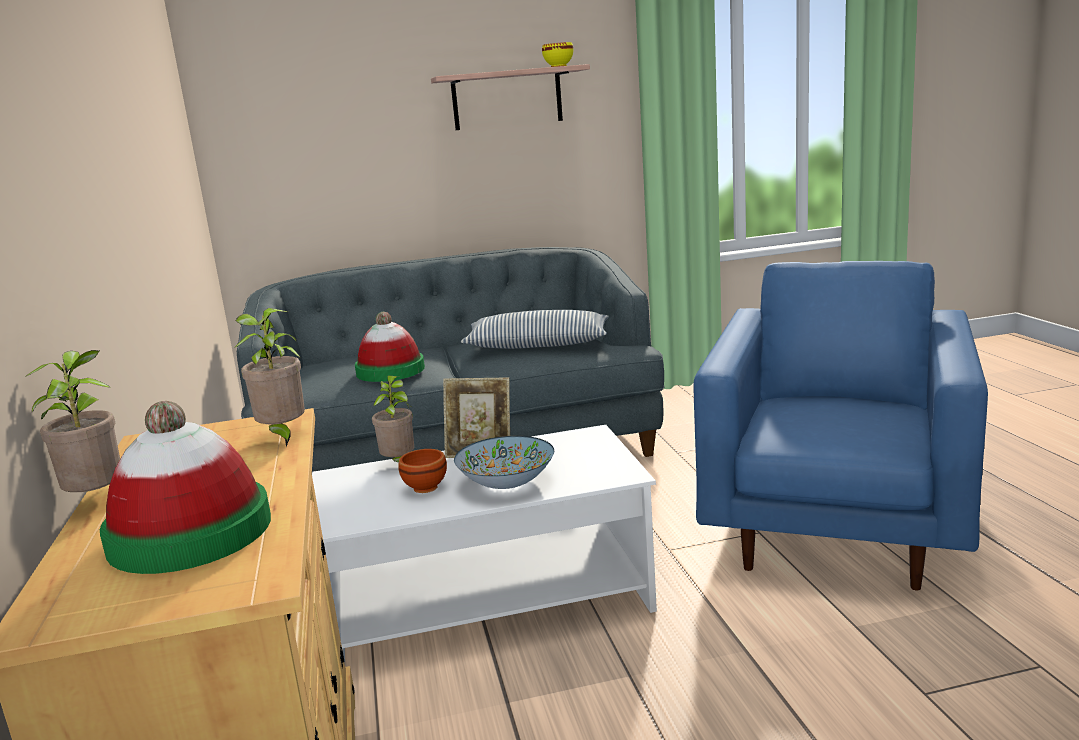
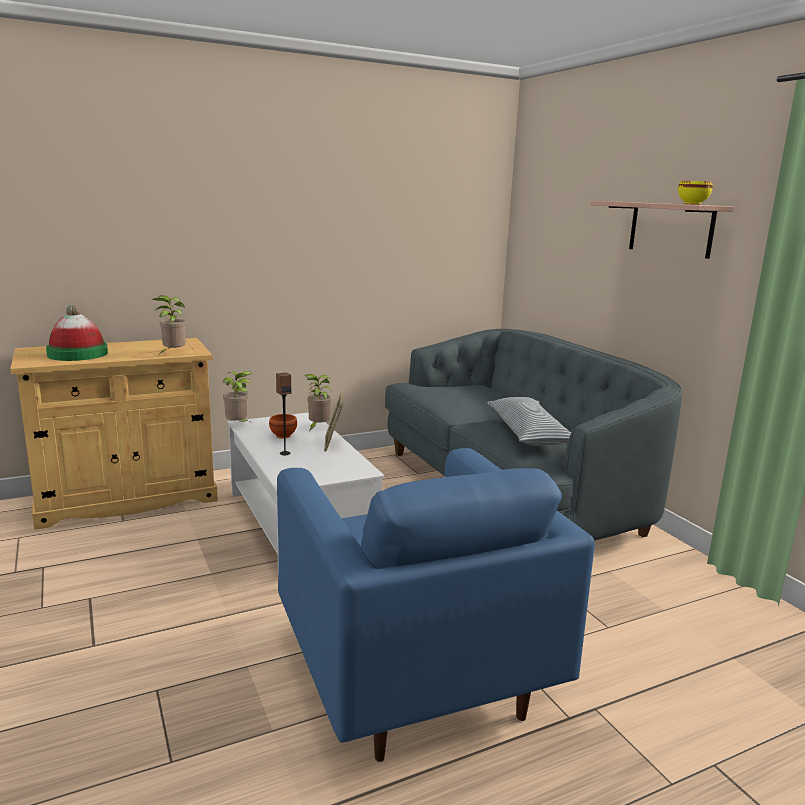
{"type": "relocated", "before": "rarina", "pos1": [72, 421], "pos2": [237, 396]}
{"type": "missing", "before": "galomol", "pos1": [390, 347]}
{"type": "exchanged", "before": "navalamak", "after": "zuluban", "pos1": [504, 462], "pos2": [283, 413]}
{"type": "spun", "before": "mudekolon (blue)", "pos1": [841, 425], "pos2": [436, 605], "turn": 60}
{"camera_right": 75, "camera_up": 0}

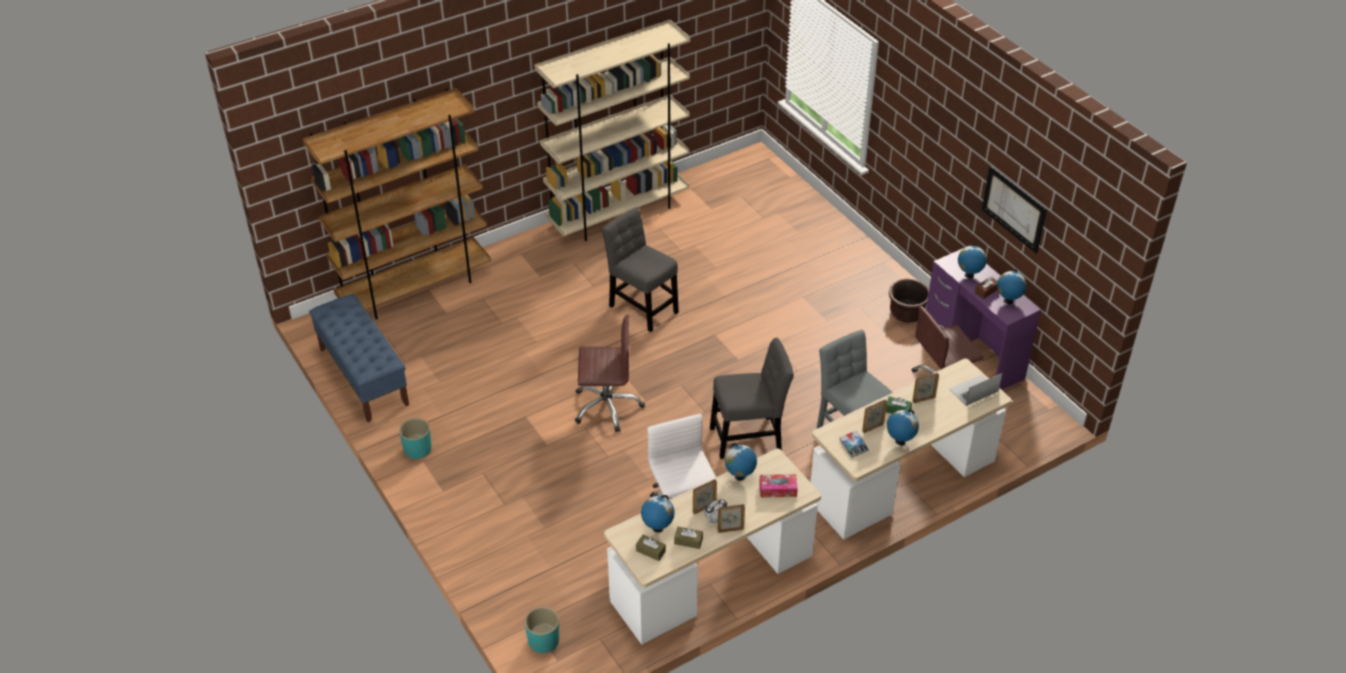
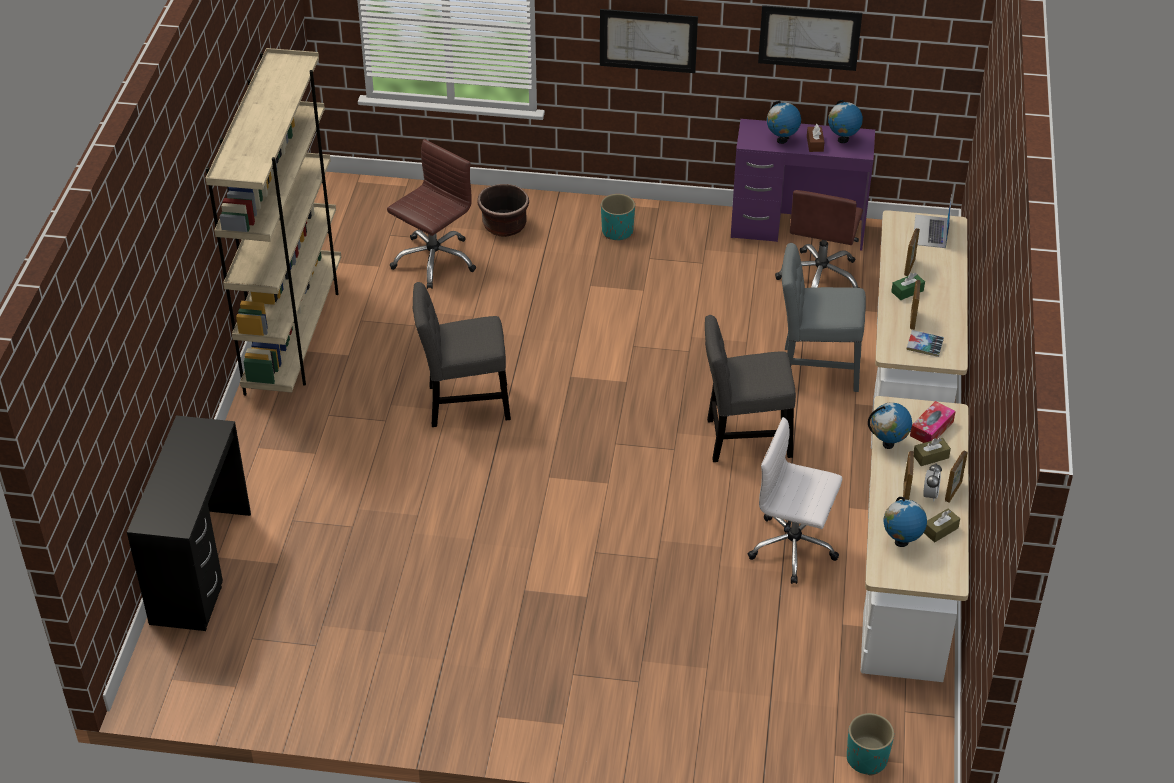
{"type": "exchanged", "before": "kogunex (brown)", "after": "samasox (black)", "pos1": [396, 204], "pos2": [189, 523]}
{"type": "missing", "before": "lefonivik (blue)", "pos1": [359, 358]}
{"type": "relocated", "before": "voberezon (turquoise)", "pos1": [415, 439], "pos2": [618, 217]}
{"type": "relocated", "before": "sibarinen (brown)", "pos1": [610, 373], "pos2": [431, 214]}
{"type": "relocated", "before": "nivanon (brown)", "pos1": [651, 548], "pos2": [932, 452]}
{"type": "spun", "before": "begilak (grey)", "pos1": [752, 398], "pos2": [750, 388], "turn": -120}
{"type": "missing", "before": "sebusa", "pos1": [903, 427]}
{"type": "relocated", "before": "voberezon (brown)", "pos1": [909, 301], "pos2": [503, 210]}
{"type": "appeared", "after": "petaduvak", "pos2": [649, 41]}
{"camera_right": -50, "camera_up": 0}

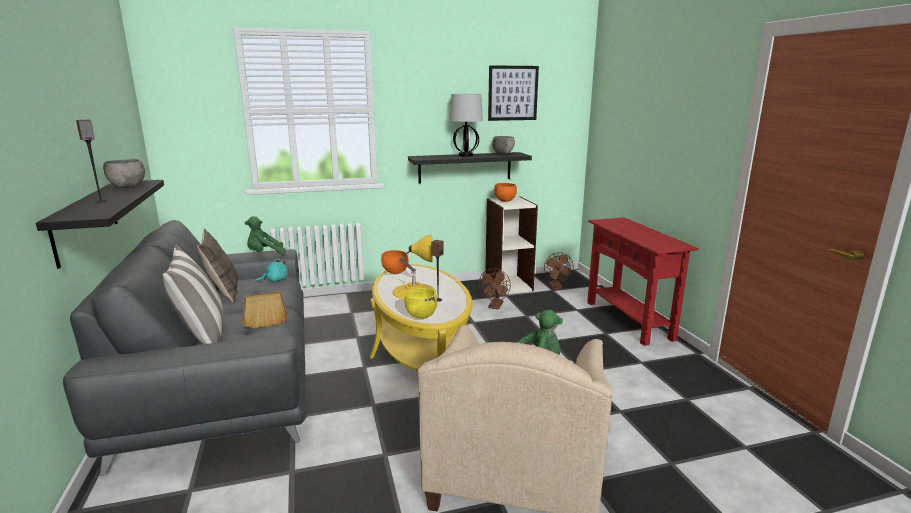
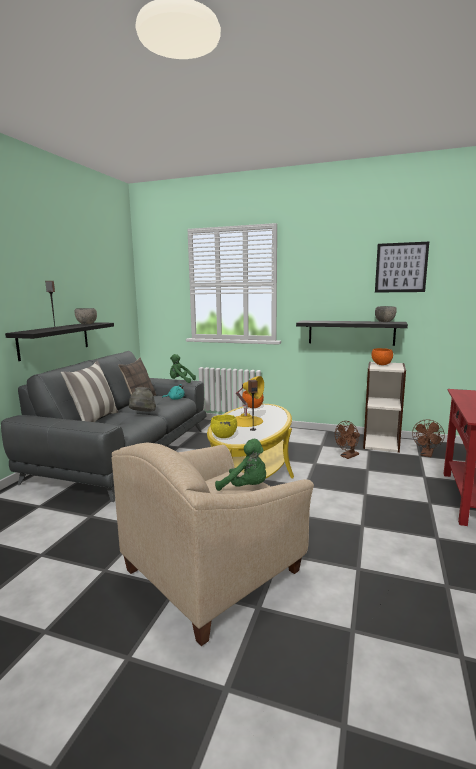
{"type": "exchanged", "before": "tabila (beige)", "after": "galomol (grey)", "pos1": [265, 309], "pos2": [142, 399]}
{"type": "missing", "before": "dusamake", "pos1": [466, 125]}
{"camera_right": 35, "camera_up": -5}

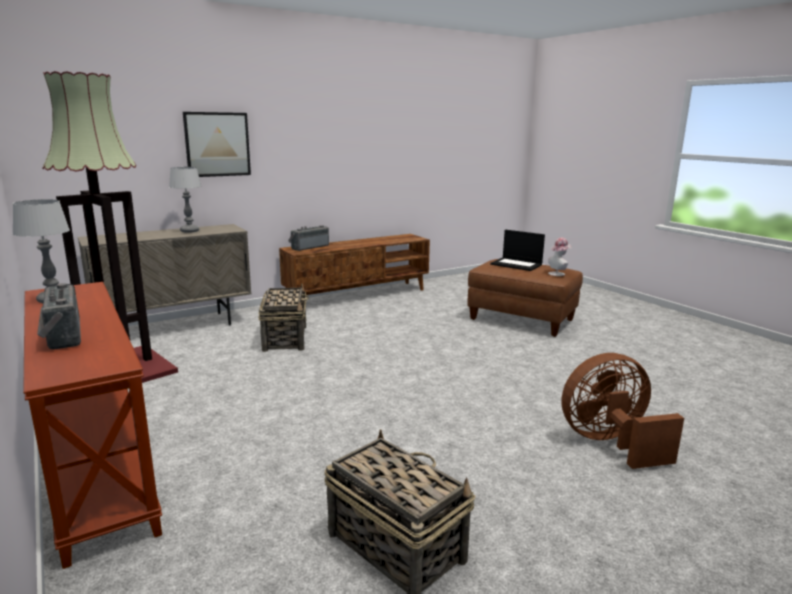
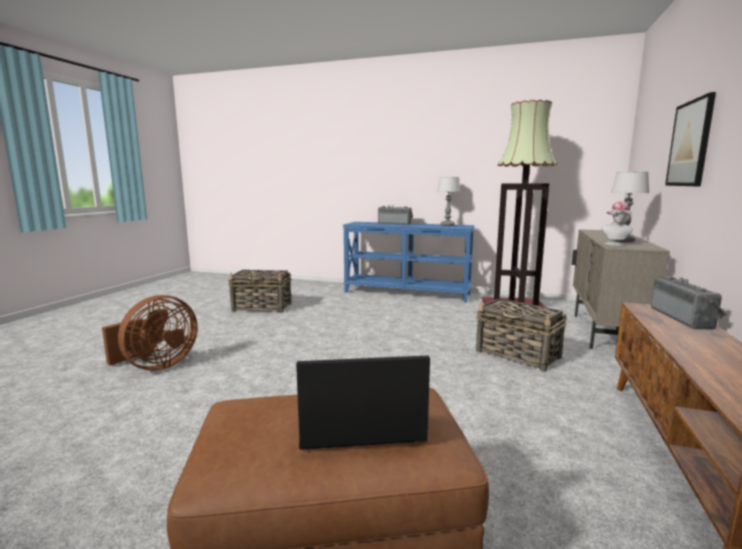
{"type": "colour", "before": "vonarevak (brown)", "after": "vonarevak (blue)", "pos1": [92, 425], "pos2": [409, 262]}
{"type": "relocated", "before": "galomol", "pos1": [560, 256], "pos2": [617, 223]}
{"camera_right": 140, "camera_up": -5}

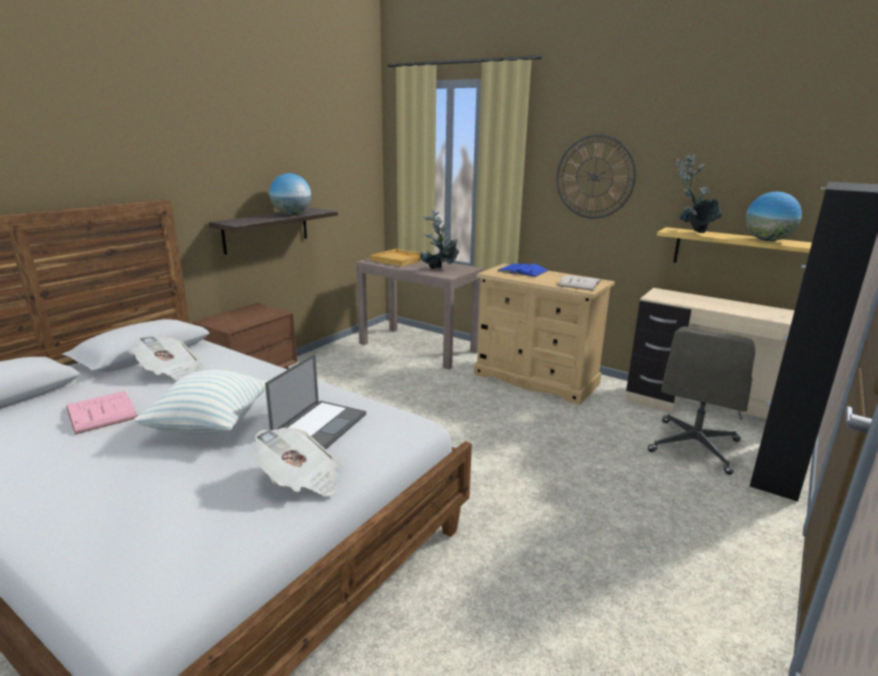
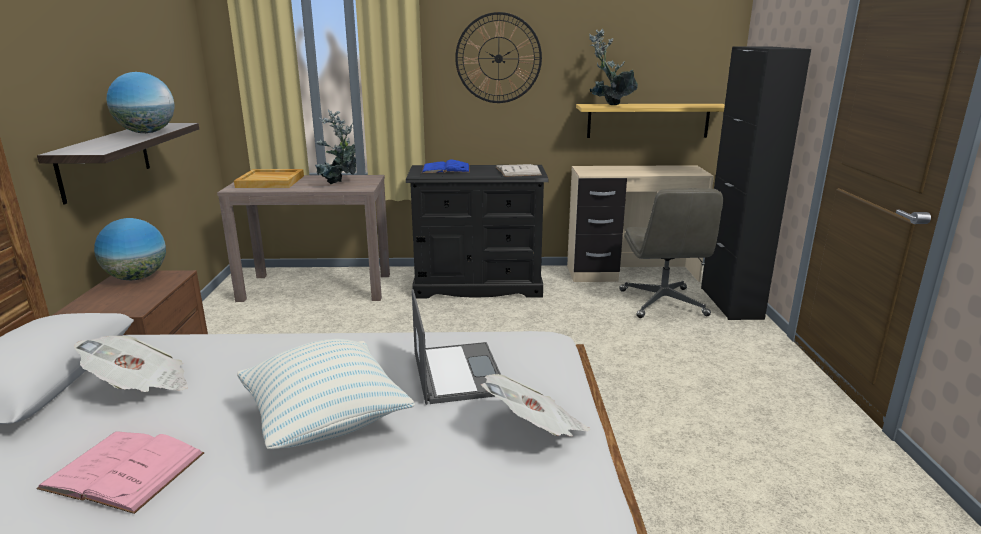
{"type": "colour", "before": "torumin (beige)", "after": "torumin (black)", "pos1": [544, 334], "pos2": [477, 231]}
{"type": "relocated", "before": "sebusa", "pos1": [773, 216], "pos2": [130, 249]}
{"camera_right": -35, "camera_up": 0}

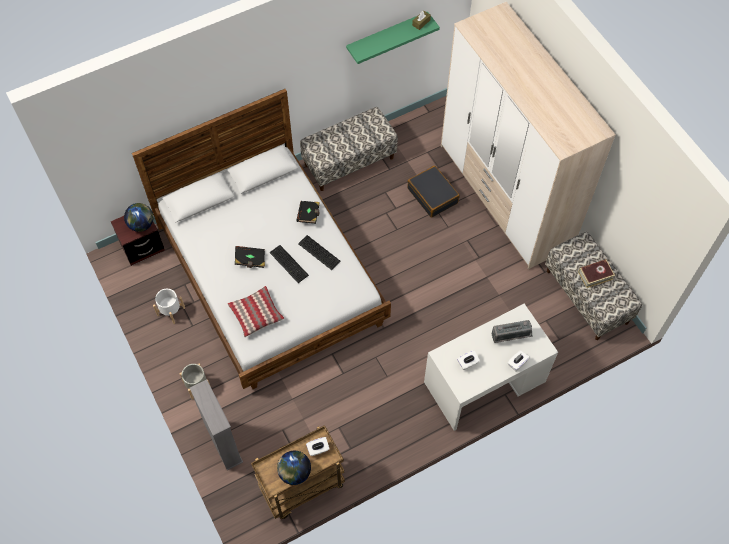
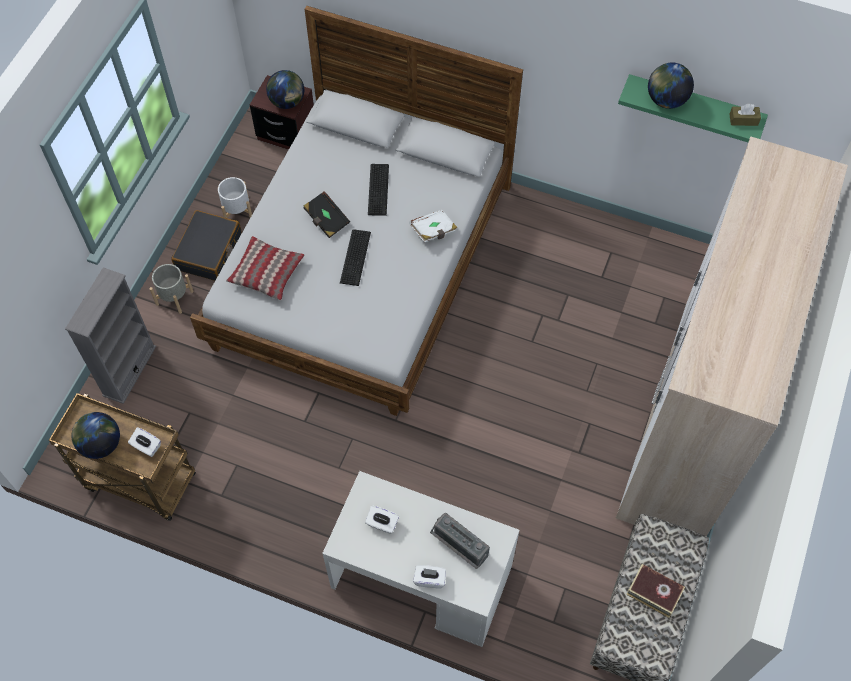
{"type": "colour", "before": "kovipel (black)", "after": "kovipel (white)", "pos1": [308, 212], "pos2": [433, 226]}
{"type": "relocated", "before": "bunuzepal", "pos1": [319, 252], "pos2": [378, 190]}
{"type": "missing", "before": "lefonivik", "pos1": [349, 149]}
{"type": "relocated", "before": "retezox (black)", "pos1": [433, 192], "pos2": [206, 245]}
{"type": "appeared", "after": "sebusa", "pos2": [671, 85]}
{"camera_right": 50, "camera_up": 0}

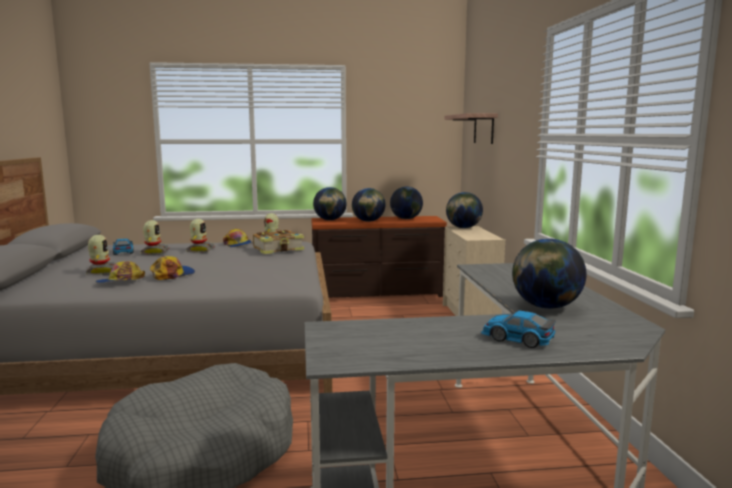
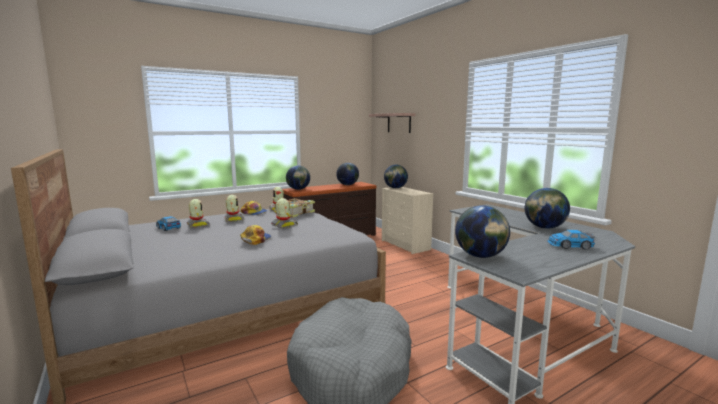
{"type": "relocated", "before": "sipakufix", "pos1": [101, 255], "pos2": [284, 213]}
{"type": "missing", "before": "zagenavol", "pos1": [120, 272]}
{"type": "relocated", "before": "sebusa", "pos1": [368, 205], "pos2": [482, 231]}
{"camera_right": -25, "camera_up": 0}

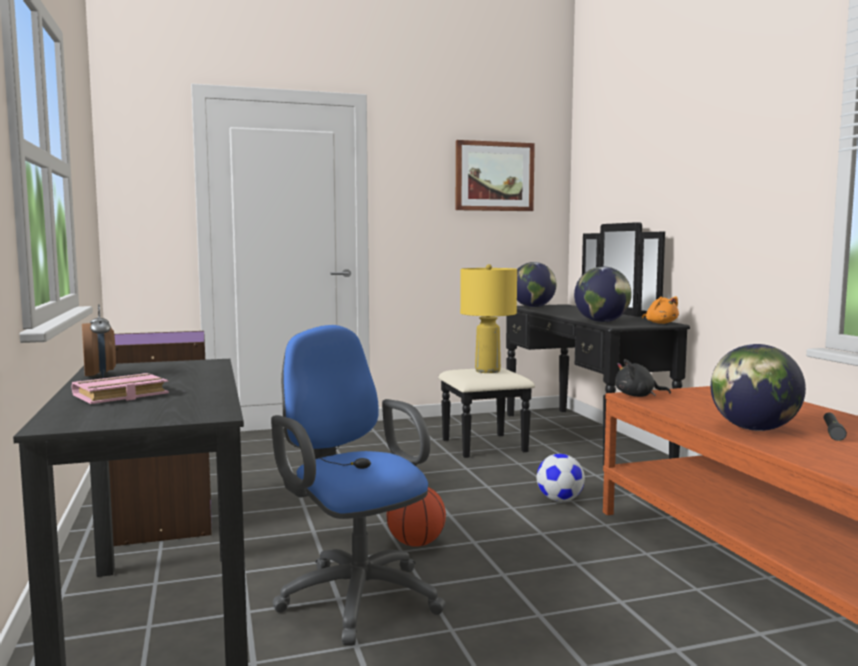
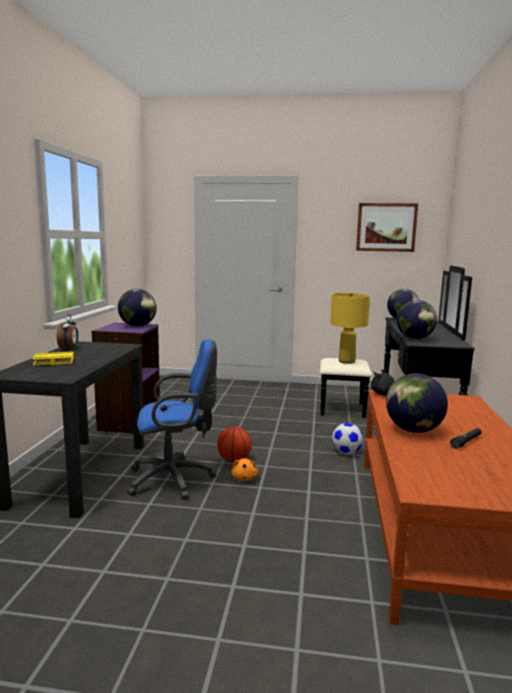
{"type": "colour", "before": "kovipel (pink)", "after": "kovipel (yellow)", "pos1": [120, 388], "pos2": [53, 358]}
{"type": "spun", "before": "sibarinen (blue)", "pos1": [358, 485], "pos2": [172, 419], "turn": 90}
{"type": "relocated", "before": "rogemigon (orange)", "pos1": [660, 310], "pos2": [244, 469]}
{"type": "appeared", "after": "sebusa", "pos2": [137, 308]}
{"camera_right": 25, "camera_up": 5}

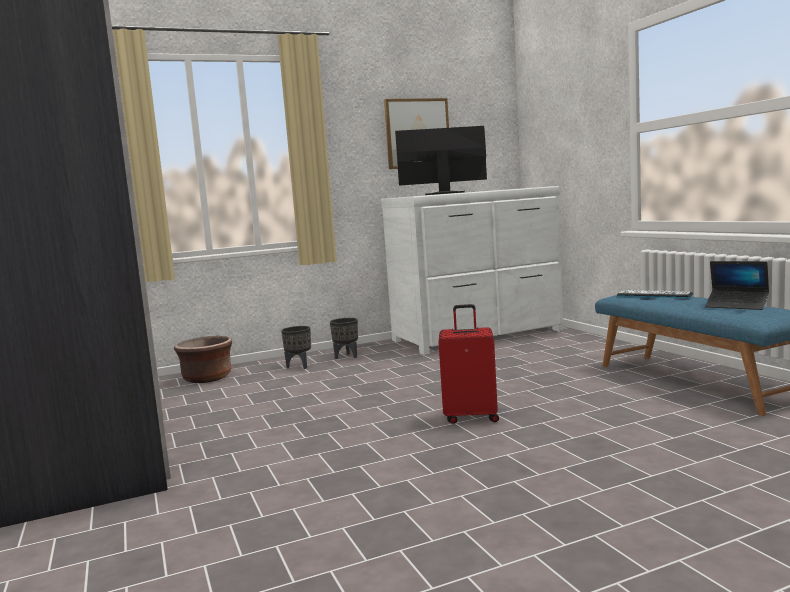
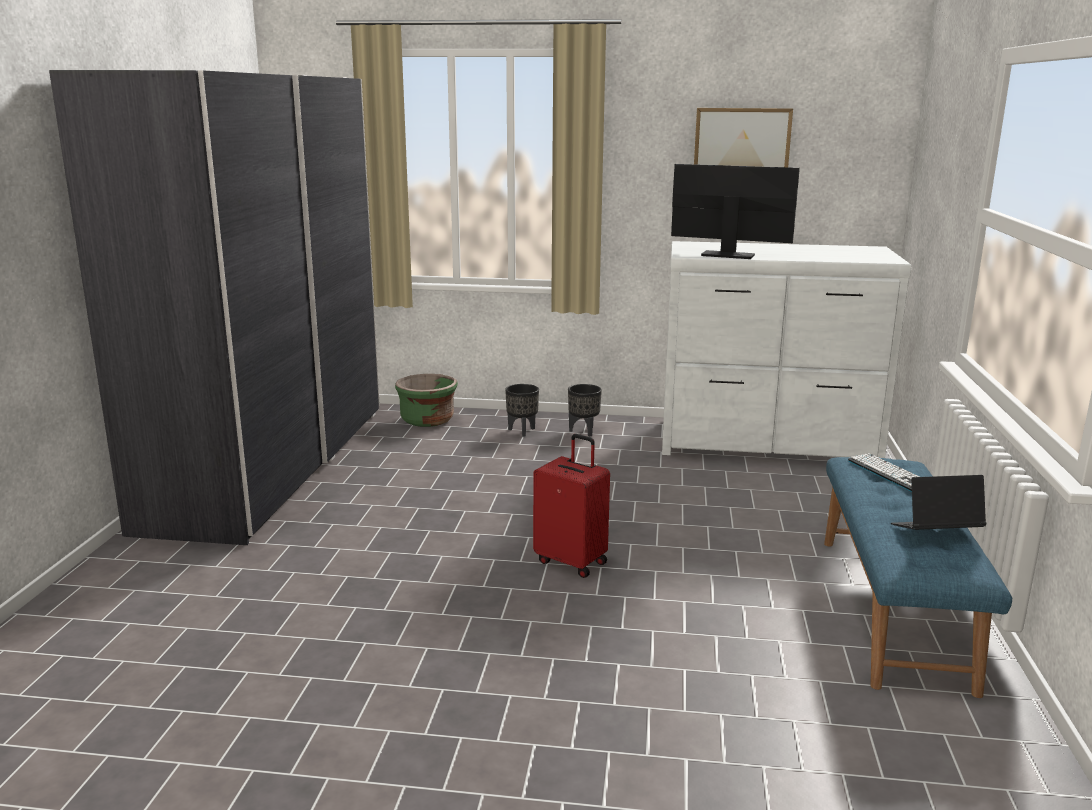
{"type": "colour", "before": "voberezon (brown)", "after": "voberezon (green)", "pos1": [203, 359], "pos2": [426, 400]}
{"type": "spun", "before": "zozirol", "pos1": [737, 285], "pos2": [938, 502], "turn": 105}
{"camera_right": 30, "camera_up": 10}

